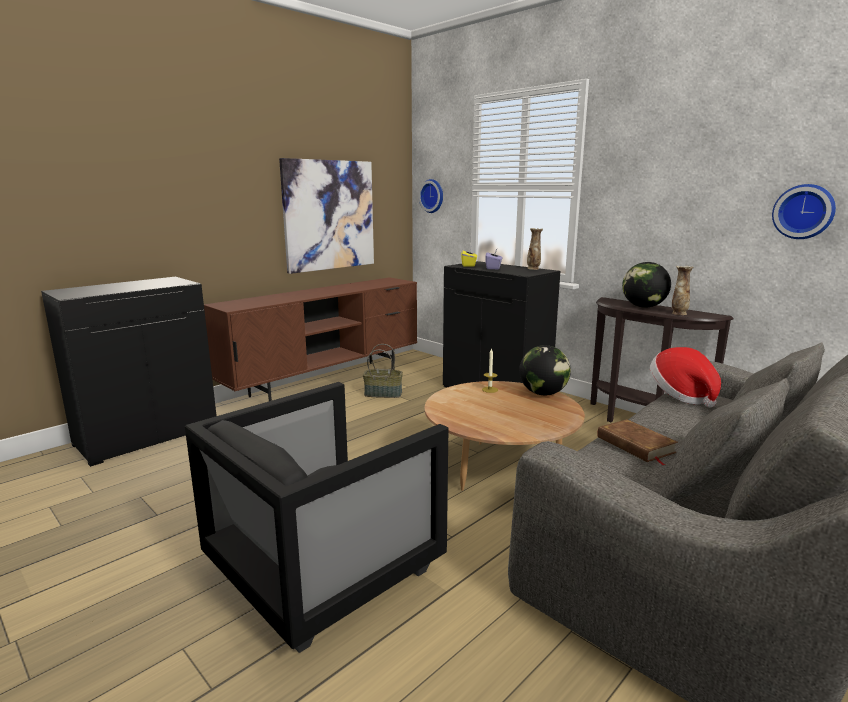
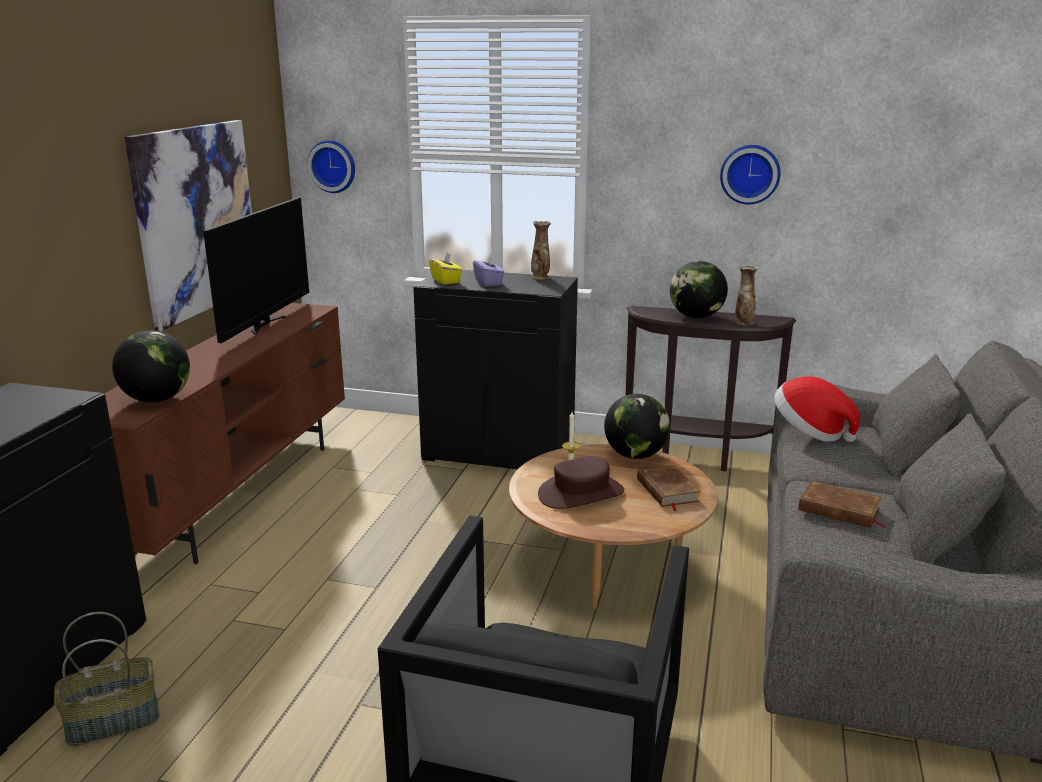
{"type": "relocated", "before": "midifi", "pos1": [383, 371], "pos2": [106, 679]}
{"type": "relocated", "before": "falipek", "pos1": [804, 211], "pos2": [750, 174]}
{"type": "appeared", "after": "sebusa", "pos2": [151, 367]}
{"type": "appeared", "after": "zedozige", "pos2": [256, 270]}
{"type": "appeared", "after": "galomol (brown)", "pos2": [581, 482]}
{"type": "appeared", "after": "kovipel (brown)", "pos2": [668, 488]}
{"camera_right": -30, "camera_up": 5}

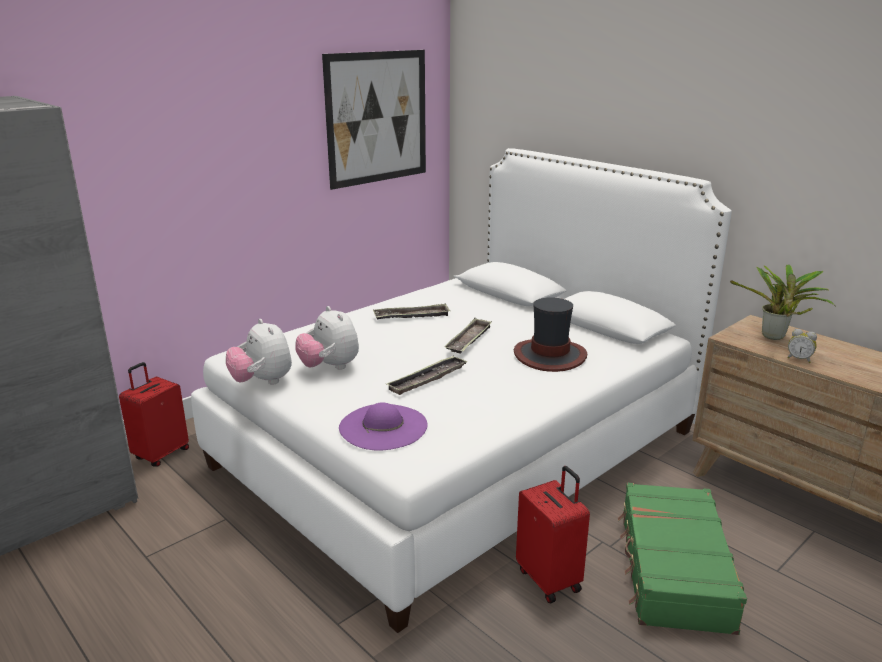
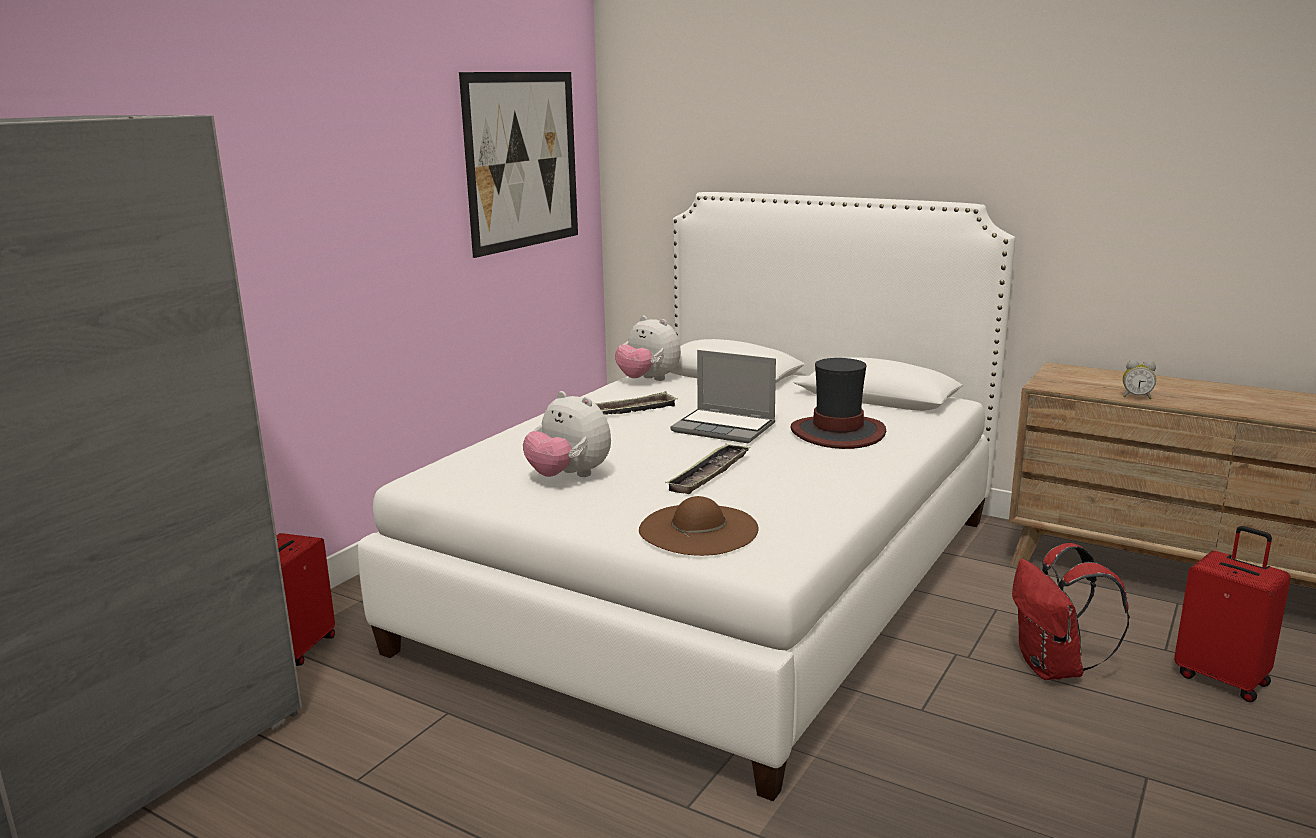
{"type": "relocated", "before": "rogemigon", "pos1": [259, 352], "pos2": [648, 348]}
{"type": "colour", "before": "galomol (purple)", "after": "galomol (brown)", "pos1": [383, 426], "pos2": [699, 526]}
{"type": "exchanged", "before": "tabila", "after": "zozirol", "pos1": [468, 336], "pos2": [723, 396]}
{"type": "relocated", "before": "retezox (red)", "pos1": [553, 534], "pos2": [1232, 614]}
{"type": "exchanged", "before": "retezox (green)", "after": "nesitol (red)", "pos1": [682, 559], "pos2": [1071, 611]}
{"type": "missing", "before": "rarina", "pos1": [783, 302]}
{"camera_right": -15, "camera_up": -5}

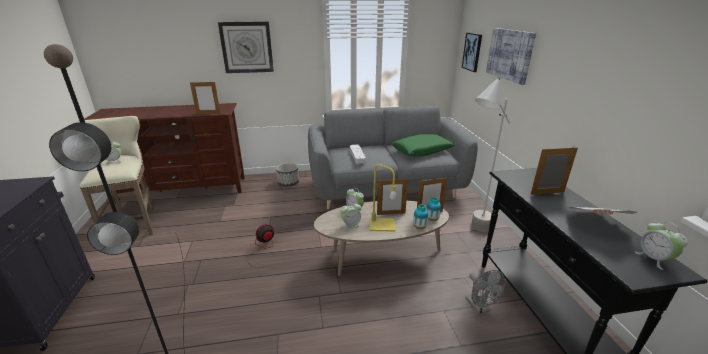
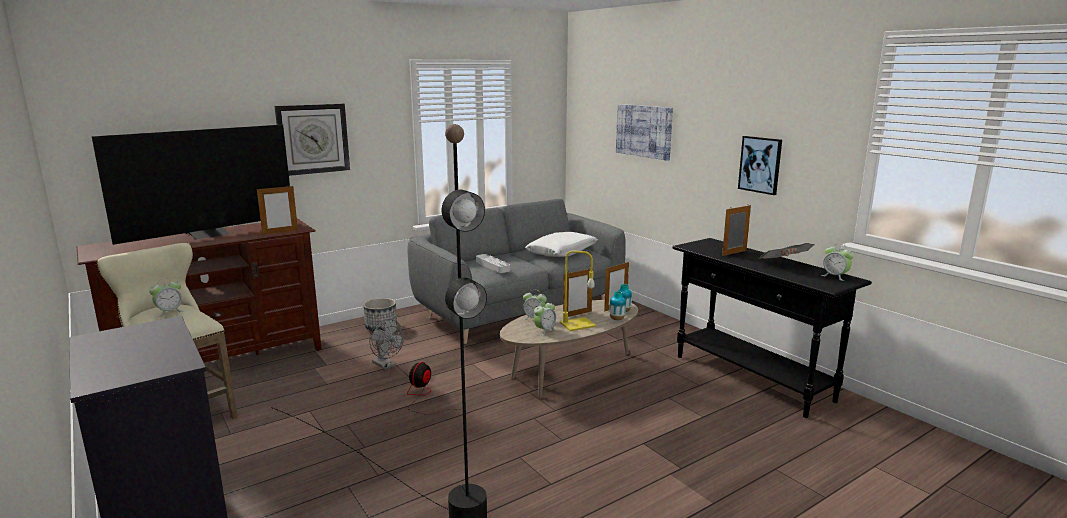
{"type": "colour", "before": "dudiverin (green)", "after": "dudiverin (white)", "pos1": [422, 145], "pos2": [561, 244]}
{"type": "relocated", "before": "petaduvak", "pos1": [472, 52], "pos2": [760, 165]}
{"type": "relocated", "before": "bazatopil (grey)", "pos1": [485, 292], "pos2": [386, 344]}
{"type": "missing", "before": "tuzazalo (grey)", "pos1": [490, 154]}
{"type": "appeared", "after": "zedozige", "pos2": [191, 185]}
{"camera_right": -25, "camera_up": -10}

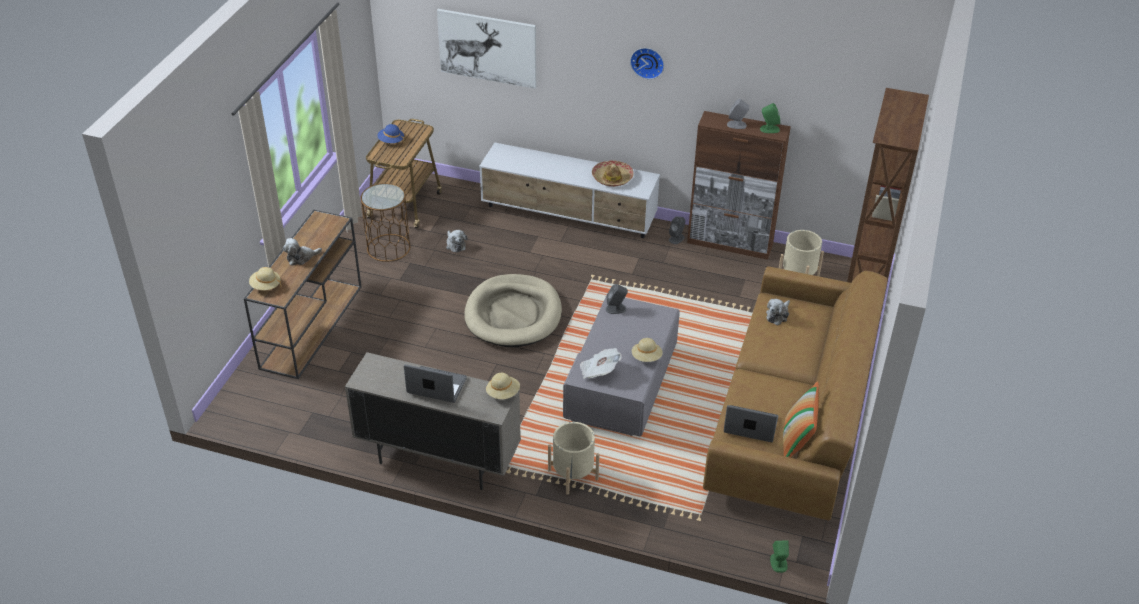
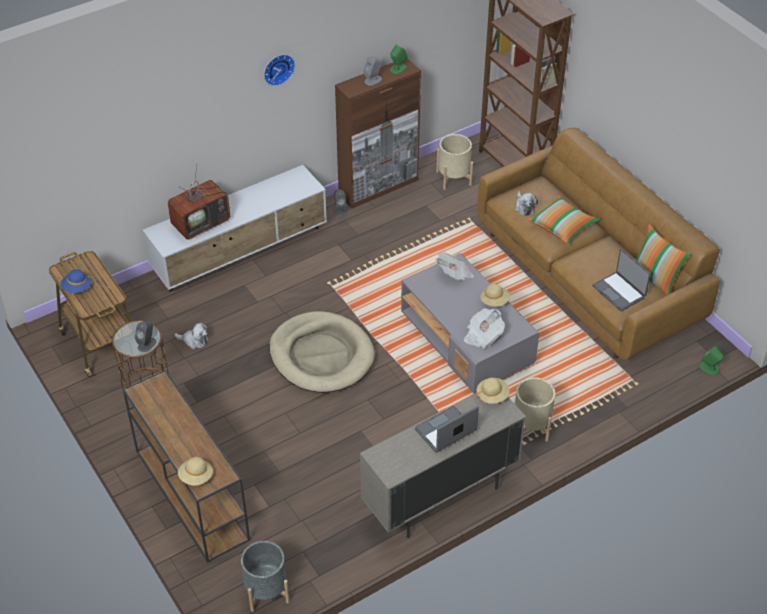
{"type": "missing", "before": "rogemigon", "pos1": [302, 252]}
{"type": "missing", "before": "petaduvak", "pos1": [486, 49]}
{"type": "missing", "before": "galomol", "pos1": [613, 173]}
{"type": "relocated", "before": "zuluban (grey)", "pos1": [617, 299], "pos2": [145, 336]}
{"type": "spun", "before": "zozirol", "pos1": [751, 423], "pos2": [621, 280], "turn": -90}
{"type": "appeared", "after": "zedozige", "pos2": [199, 203]}
{"type": "appeared", "after": "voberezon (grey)", "pos2": [265, 576]}
{"type": "appeared", "after": "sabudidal", "pos2": [454, 266]}
{"type": "appeared", "after": "dudiverin", "pos2": [563, 220]}
{"camera_right": -50, "camera_up": 5}

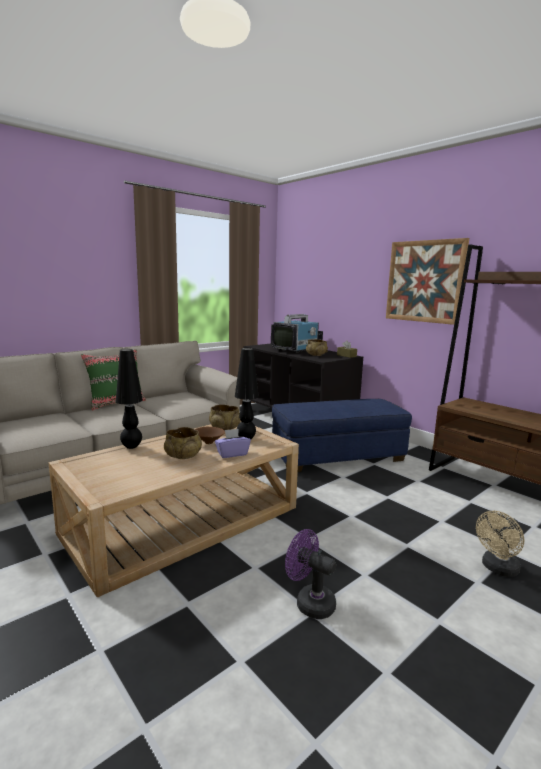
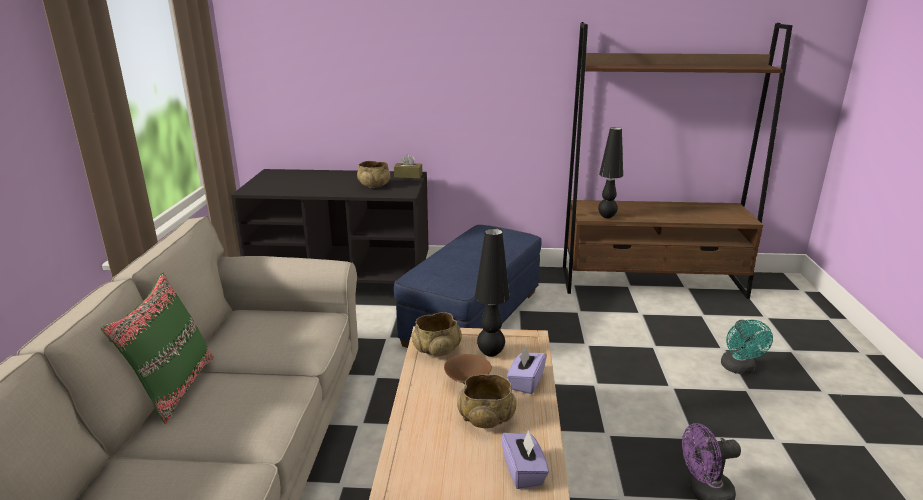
{"type": "relocated", "before": "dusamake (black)", "pos1": [129, 399], "pos2": [610, 173]}
{"type": "missing", "before": "zedozige", "pos1": [297, 333]}
{"type": "missing", "before": "petaduvak", "pos1": [427, 281]}
{"type": "colour", "before": "bazatopil (beige)", "after": "bazatopil (turquoise)", "pos1": [500, 544], "pos2": [747, 347]}
{"type": "appeared", "after": "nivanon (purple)", "pos2": [525, 459]}
{"camera_right": -45, "camera_up": 10}

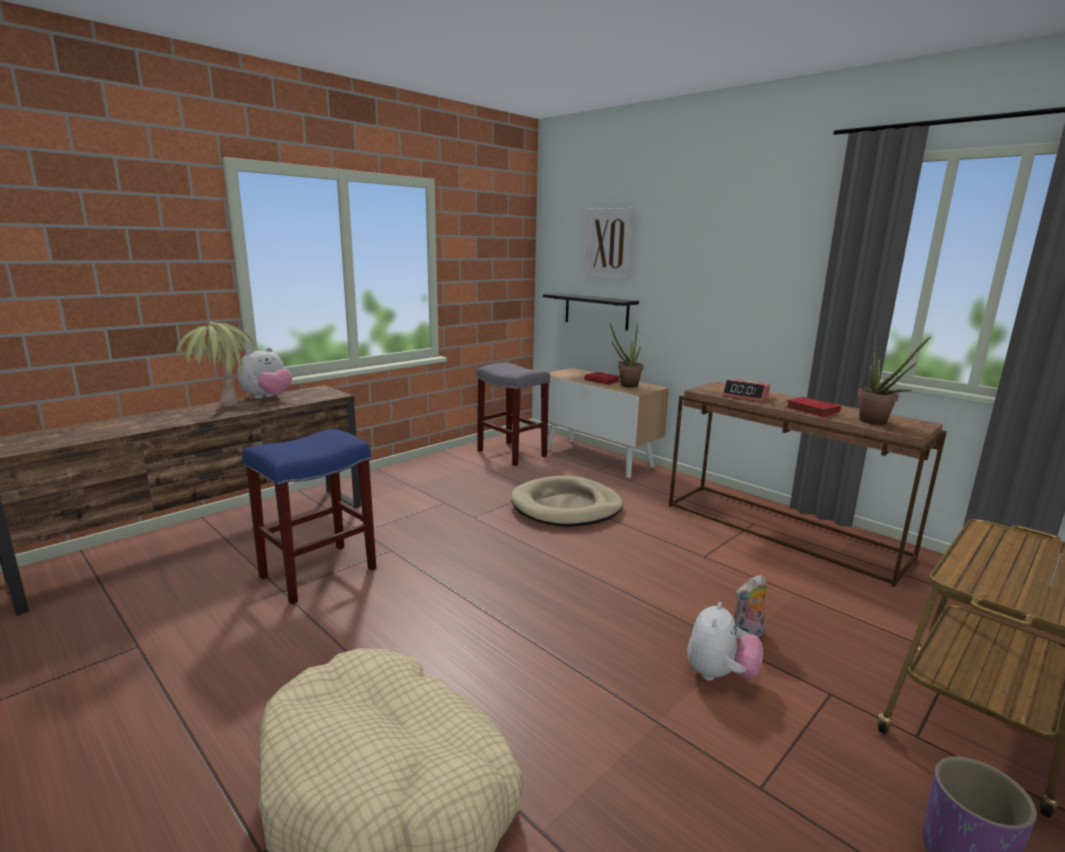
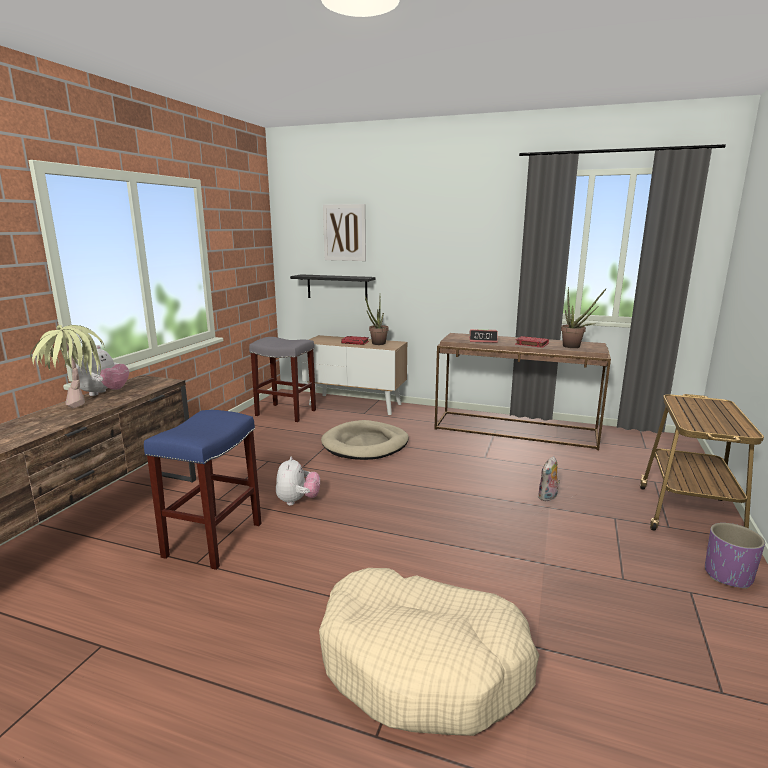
{"type": "relocated", "before": "rogemigon", "pos1": [725, 641], "pos2": [298, 481]}
{"camera_right": -25, "camera_up": 0}

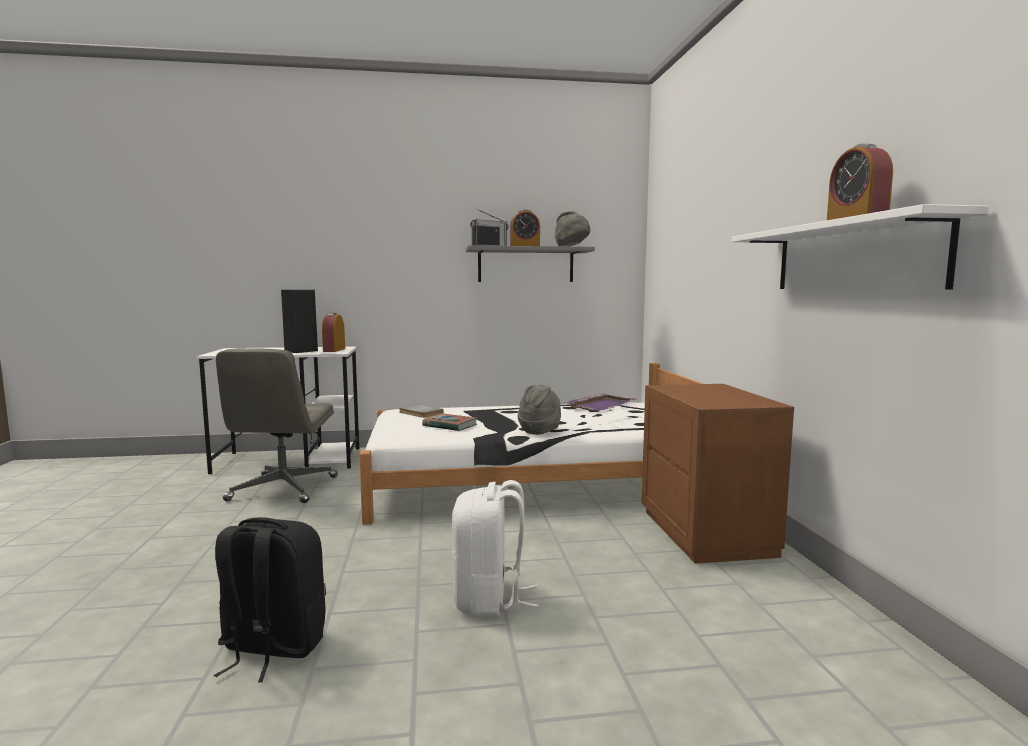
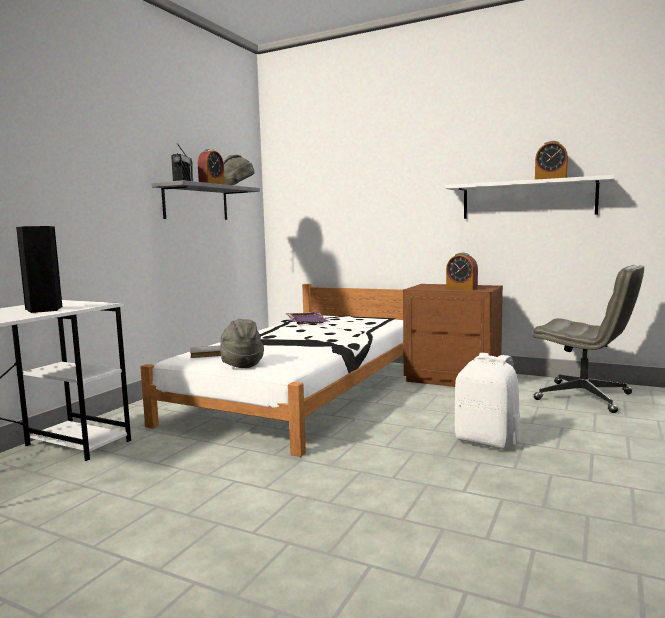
{"type": "missing", "before": "nesitol (black)", "pos1": [270, 599]}
{"type": "relocated", "before": "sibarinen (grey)", "pos1": [277, 425], "pos2": [588, 339]}
{"type": "relocated", "before": "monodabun", "pos1": [333, 332], "pos2": [462, 271]}
{"type": "missing", "before": "kovipel", "pos1": [449, 422]}
{"type": "relocated", "before": "galomol (grey)", "pos1": [539, 409], "pos2": [242, 343]}
{"camera_right": -55, "camera_up": 0}

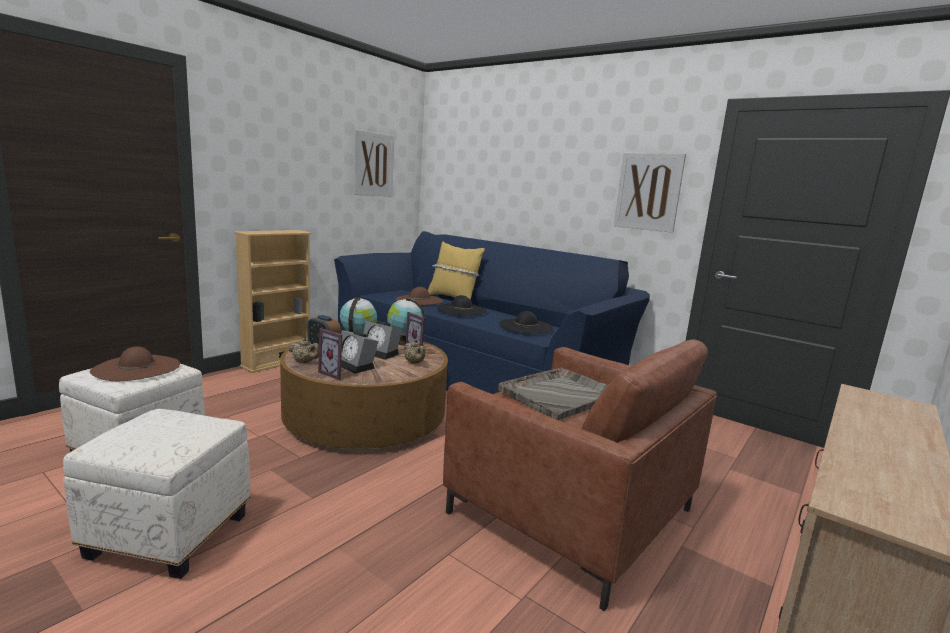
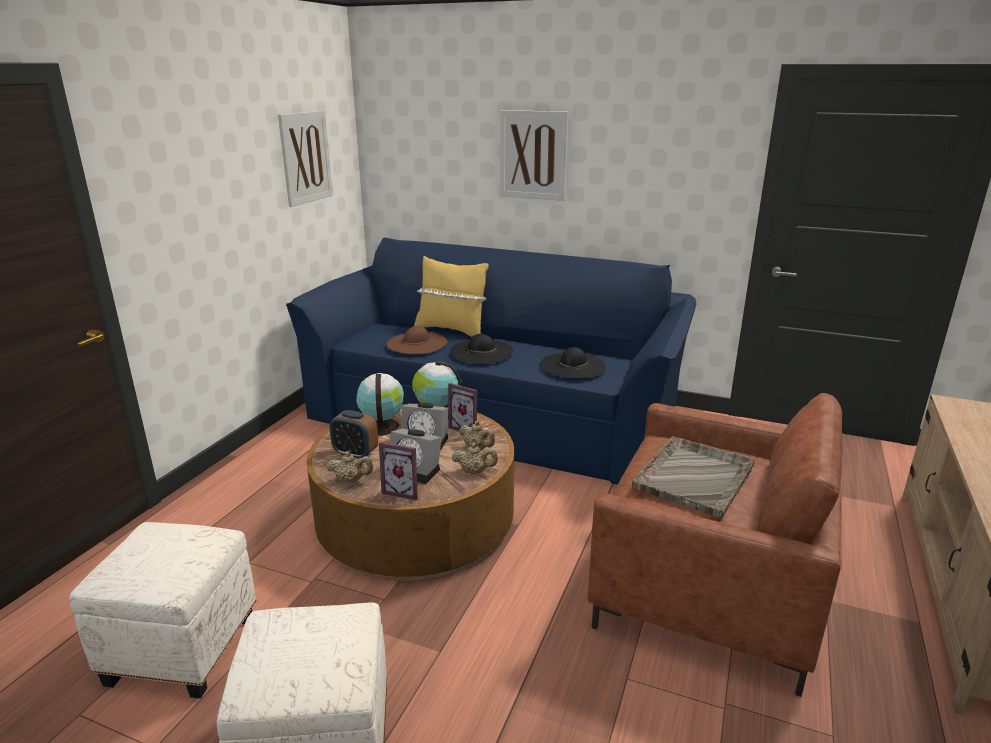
{"type": "missing", "before": "galomol (brown)", "pos1": [135, 363]}
{"type": "missing", "before": "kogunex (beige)", "pos1": [272, 301]}
{"type": "relocated", "before": "petaduvak", "pos1": [650, 193], "pos2": [534, 155]}
{"type": "appeared", "after": "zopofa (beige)", "pos2": [475, 458]}
{"camera_right": -15, "camera_up": 10}

